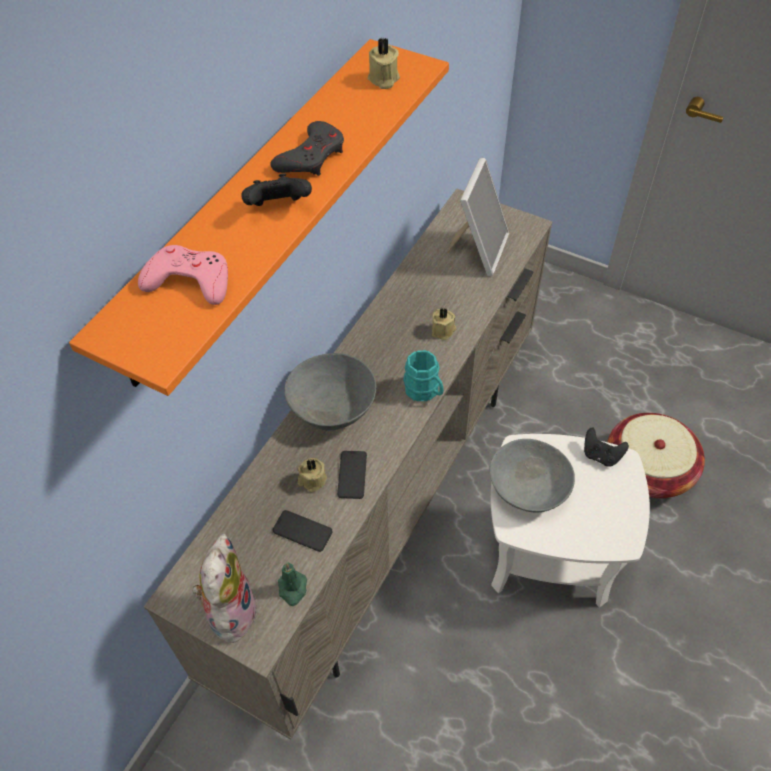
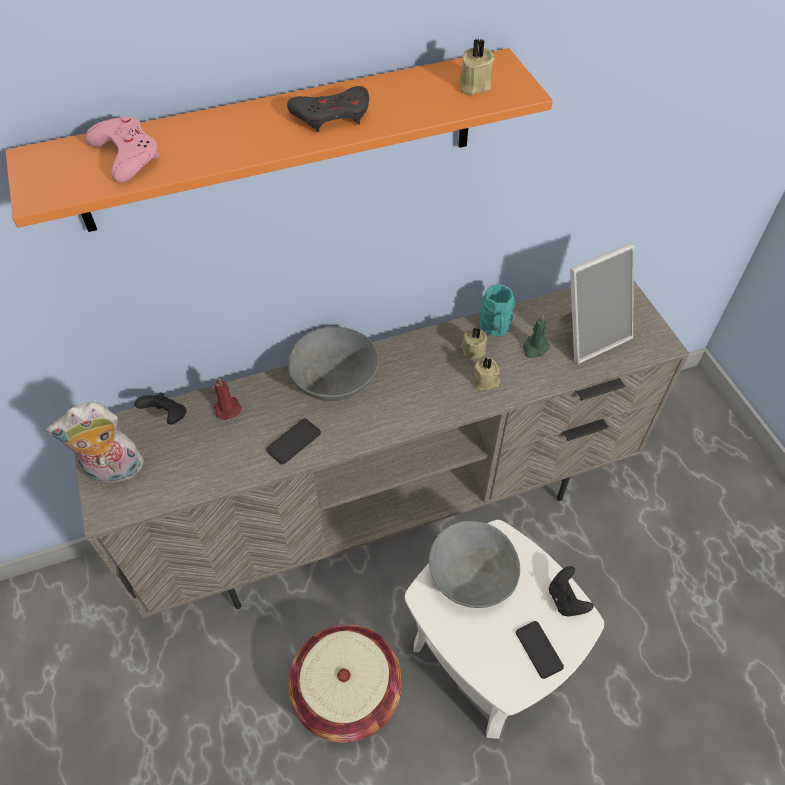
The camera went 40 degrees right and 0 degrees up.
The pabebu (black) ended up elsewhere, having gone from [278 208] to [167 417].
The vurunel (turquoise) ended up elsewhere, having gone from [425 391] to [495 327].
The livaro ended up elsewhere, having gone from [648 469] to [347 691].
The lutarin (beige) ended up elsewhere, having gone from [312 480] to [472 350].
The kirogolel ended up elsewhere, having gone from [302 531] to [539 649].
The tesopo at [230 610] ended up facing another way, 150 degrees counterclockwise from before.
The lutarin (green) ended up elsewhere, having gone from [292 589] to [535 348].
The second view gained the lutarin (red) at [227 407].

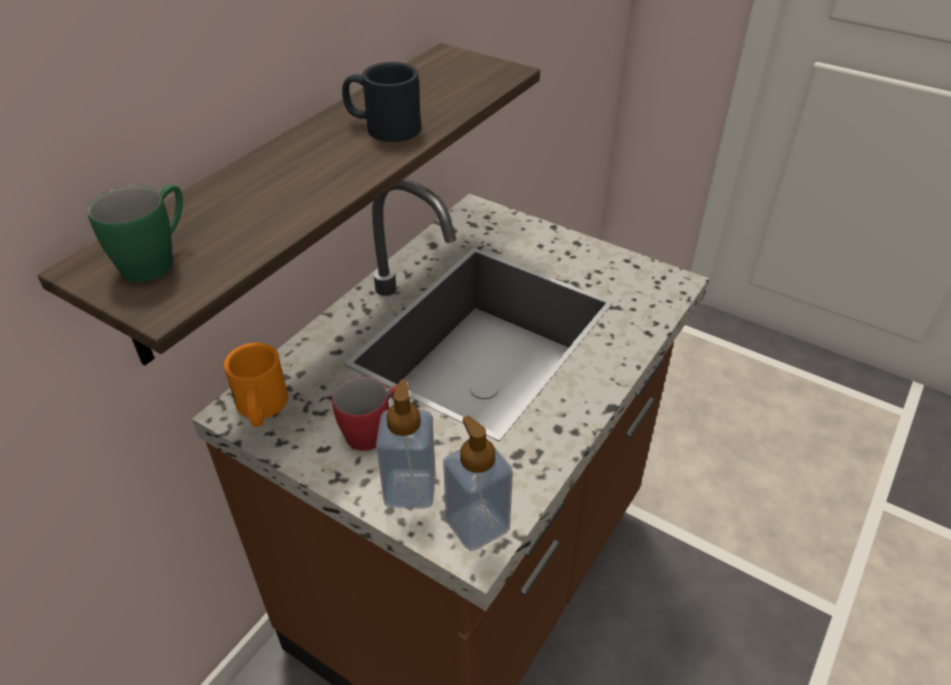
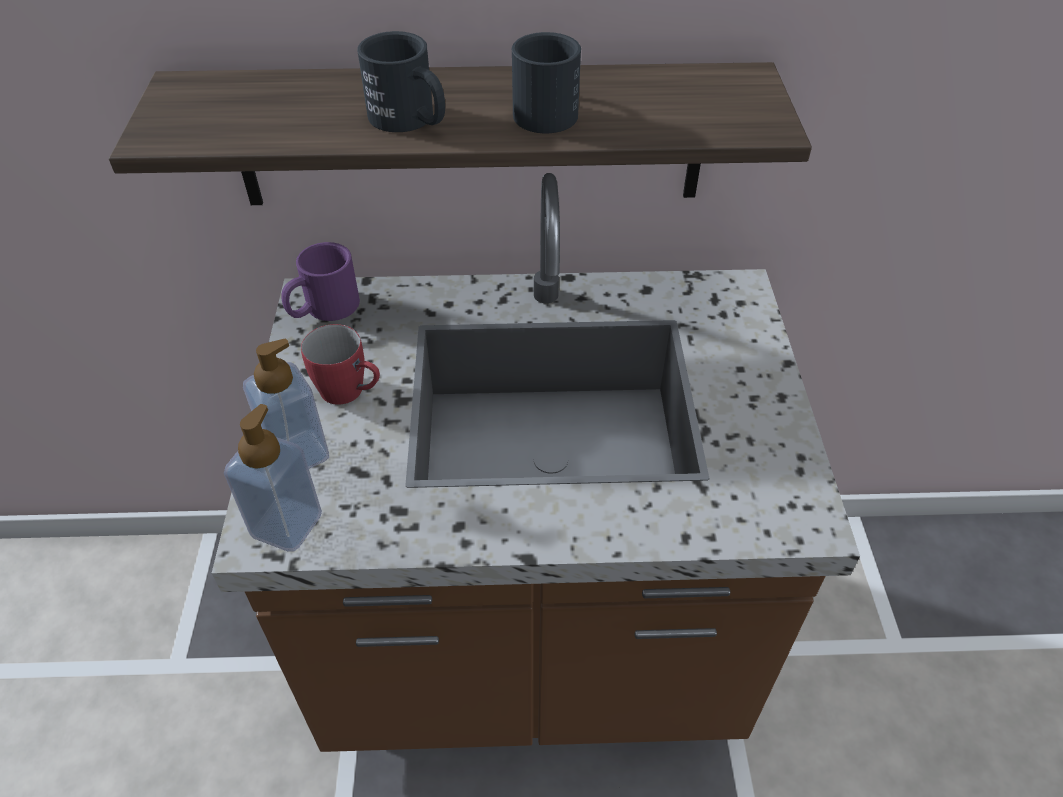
The camera went 55 degrees right and 5 degrees up.
The second view lost the vurunel (green) at [157 259].
What was the vurunel (orange) at [261 409] turned into the vurunel (purple) at [323 309].
The second view gained the vurunel (black) at [411 120].

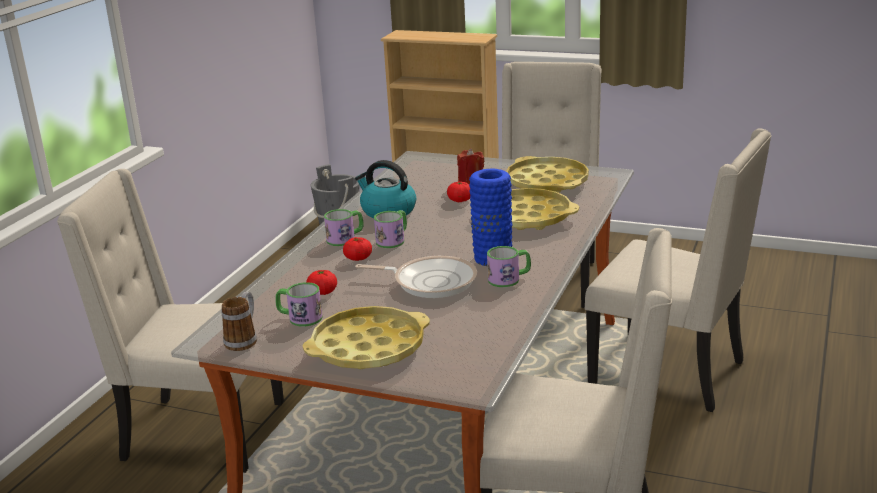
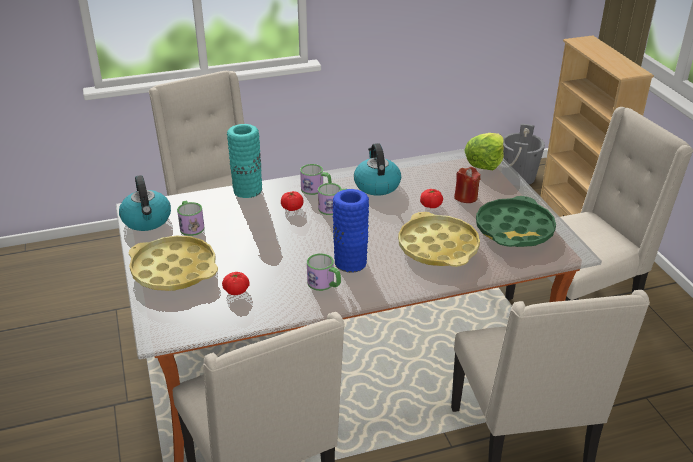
The camera went 50 degrees right and 10 degrees up.
What was the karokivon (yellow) at [547 182] turned into the karokivon (green) at [514 229].
The second view lost the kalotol at [430 282].
The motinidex ended up elsewhere, having gone from [322 292] to [236 291].
Where the vurunel stood at [244 340], the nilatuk came to stand at [147 220].
The second view gained the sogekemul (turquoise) at [247 190].
The second view gained the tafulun at [484 162].

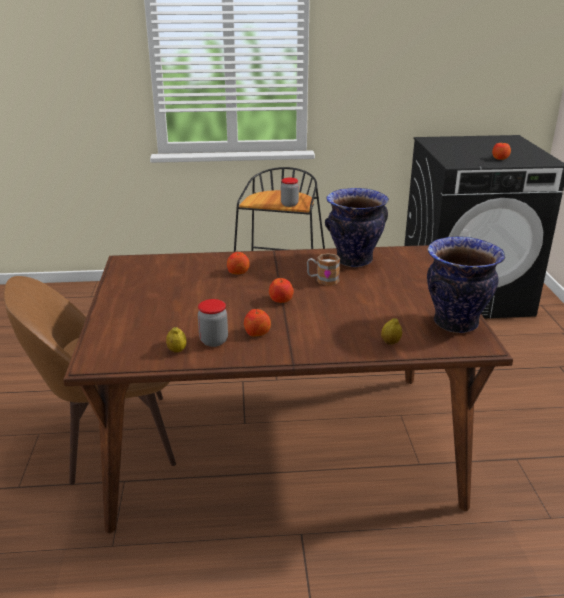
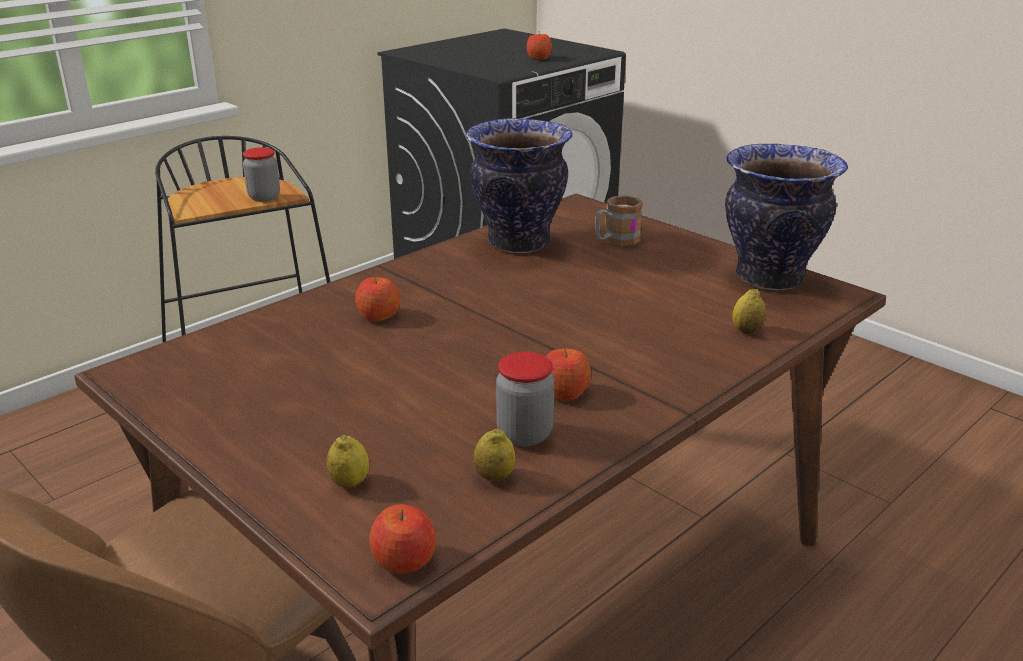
The camera went 40 degrees left and 0 degrees up.
The vurunel ended up elsewhere, having gone from [322 280] to [616 241].
The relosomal ended up elsewhere, having gone from [281 300] to [405 561].
The second view gained the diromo at [349 482].

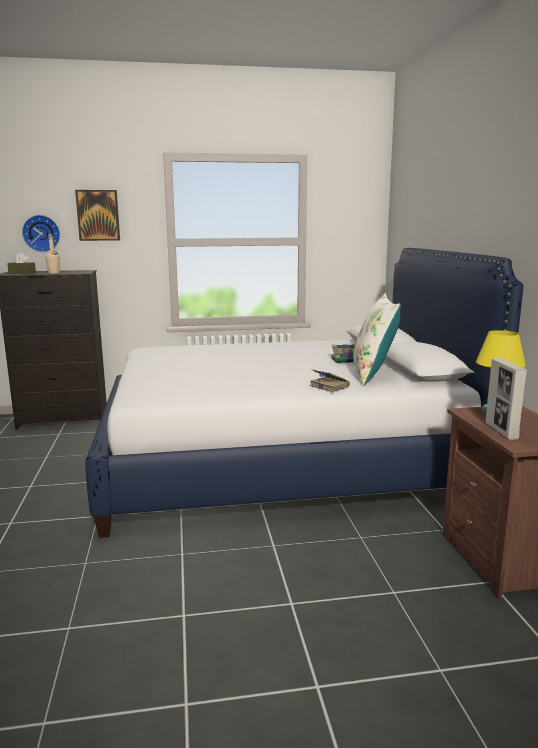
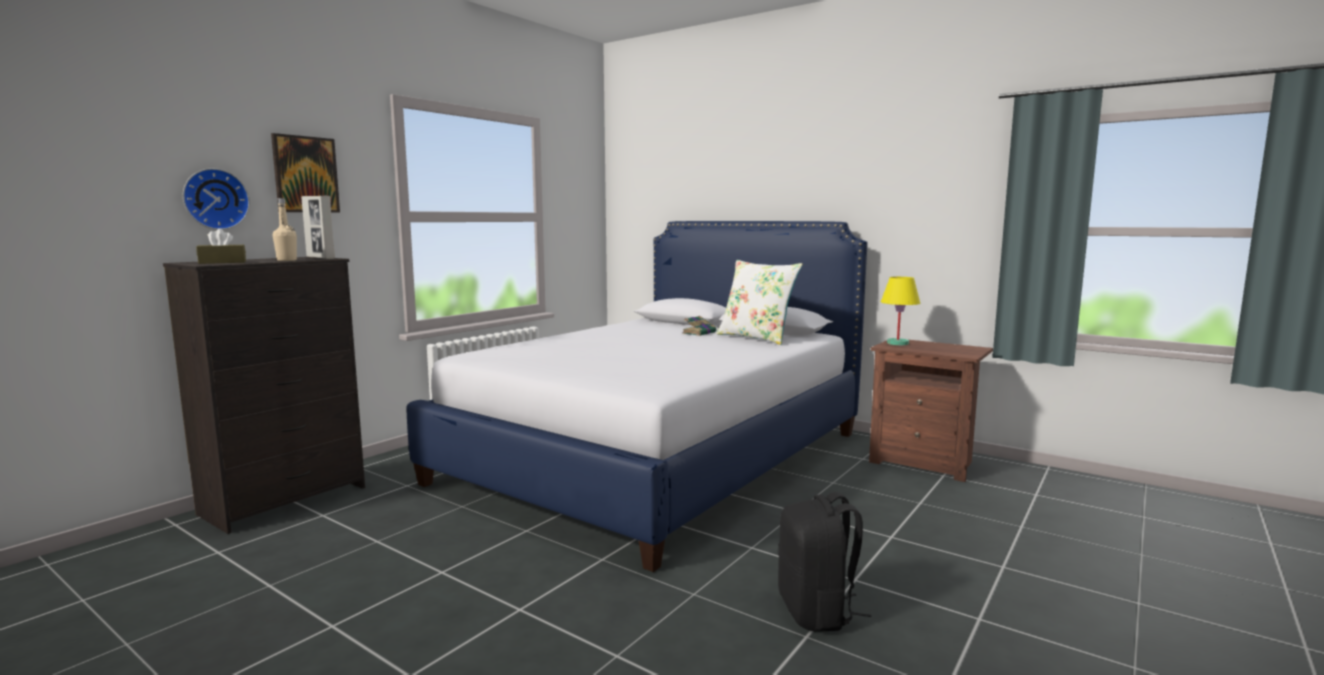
The camera went 45 degrees left and 5 degrees down.
The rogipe ended up elsewhere, having gone from [501 431] to [320 258].
The second view lost the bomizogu at [328 386].
The second view gained the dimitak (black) at [817 612].

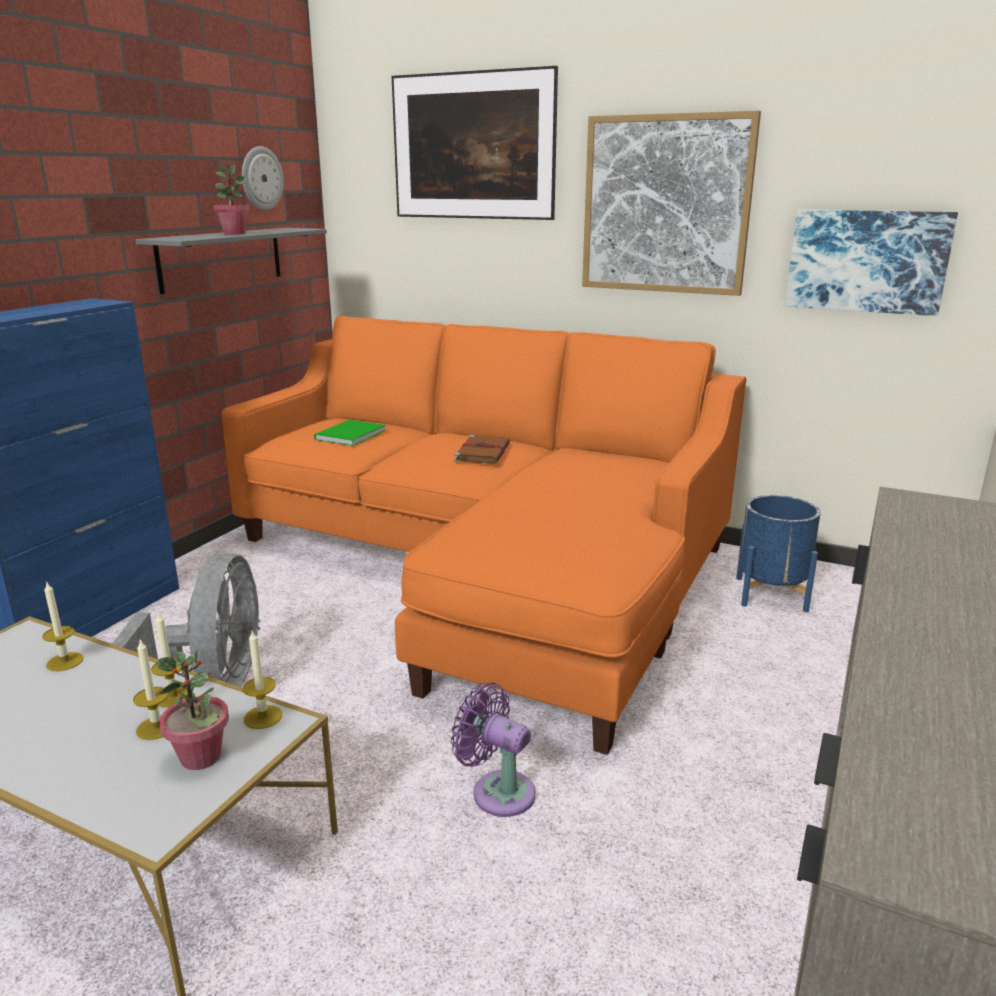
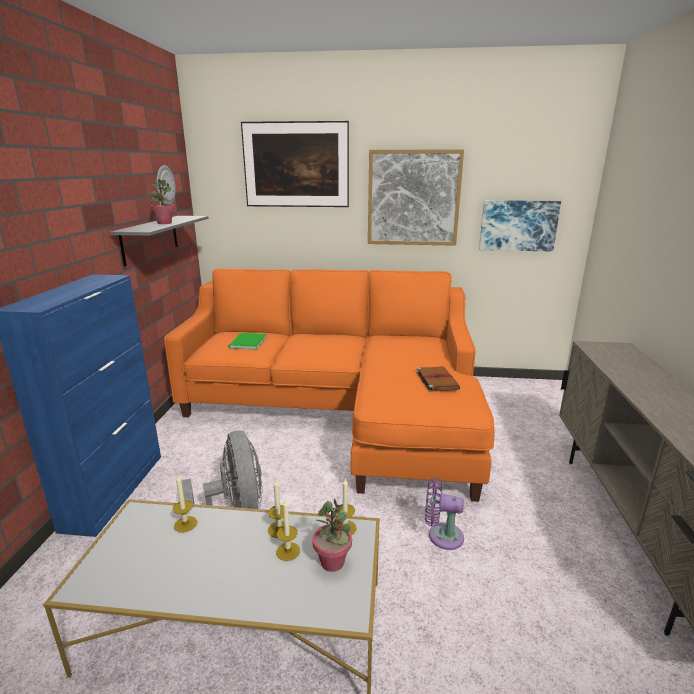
The camera went 20 degrees left and 0 degrees up.
The bomizogu (brown) ended up elsewhere, having gone from [483 452] to [436 380].
The second view lost the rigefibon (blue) at [771 594].

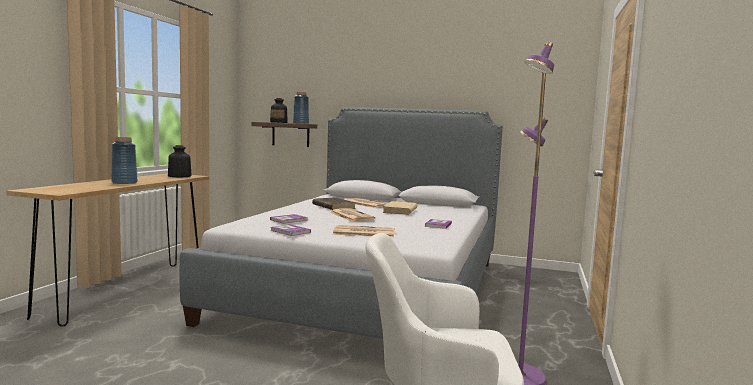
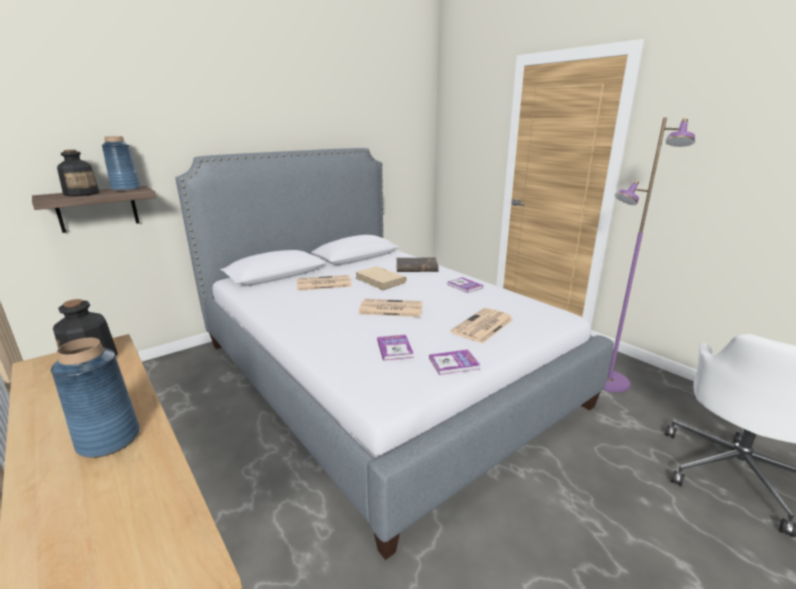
The camera went 55 degrees left and 15 degrees up.
The bomizogu (brown) ended up elsewhere, having gone from [333 206] to [416 268].

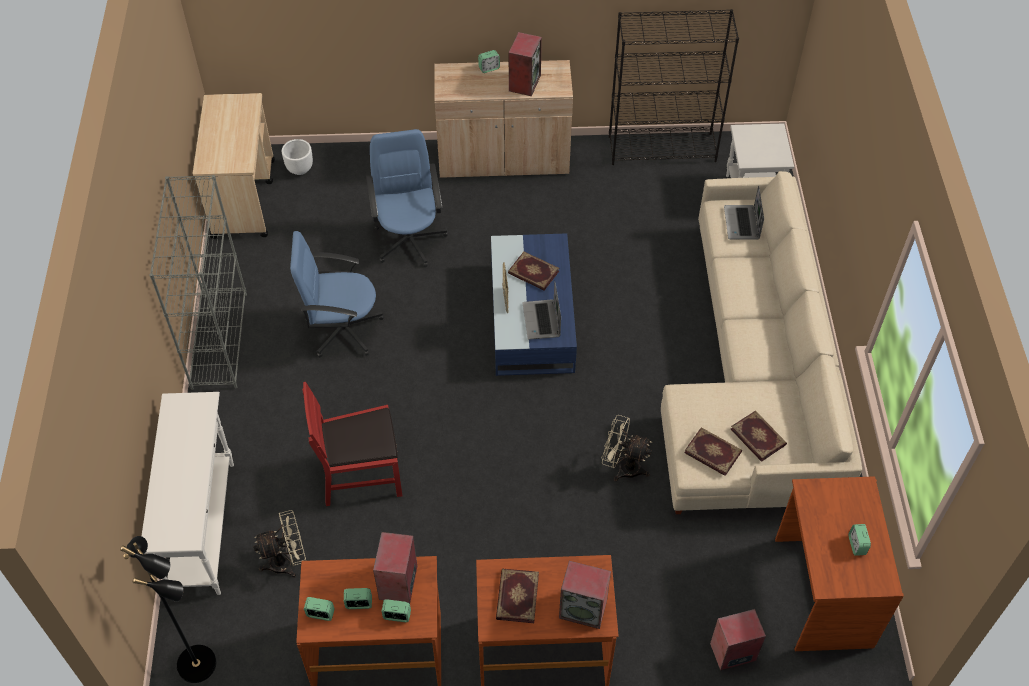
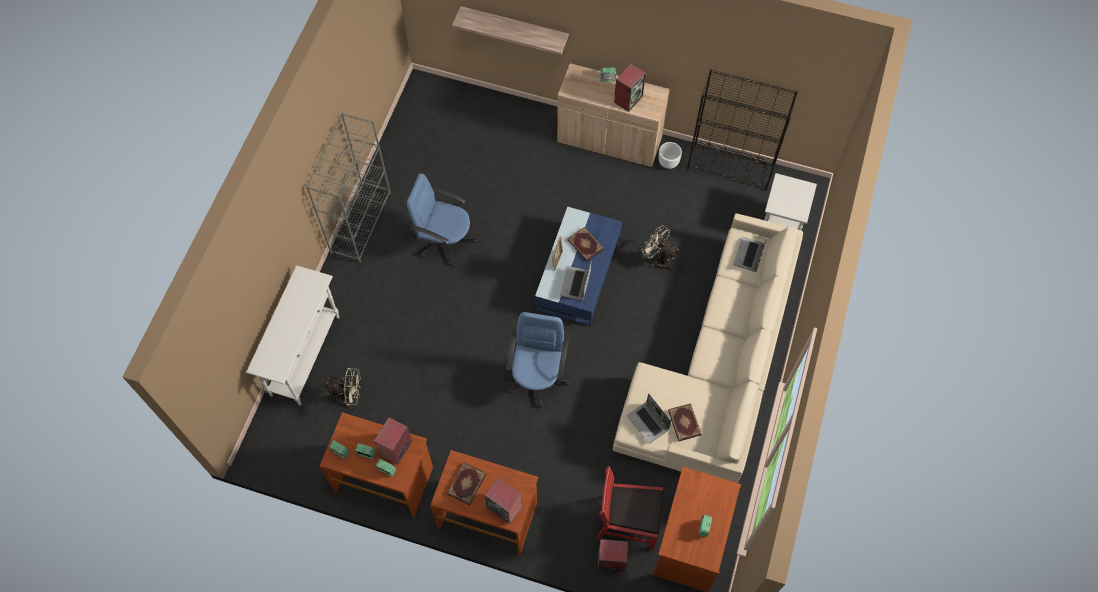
The camera went 20 degrees right and 10 degrees up.
The second view lost the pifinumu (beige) at [244 198].
The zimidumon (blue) ended up elsewhere, having gone from [409 239] to [538 378].
The rigefibon (white) ended up elsewhere, having gone from [300 169] to [668 163].
The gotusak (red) ended up elsewhere, having gone from [360 474] to [628 521].
The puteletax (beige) ended up elsewhere, having gone from [623 467] to [658 260].
Where the bomizogu stood at [713 452], the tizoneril came to stand at [648 423].
The second view lost the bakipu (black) at [198 663].
The second view gained the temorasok at [514 27].

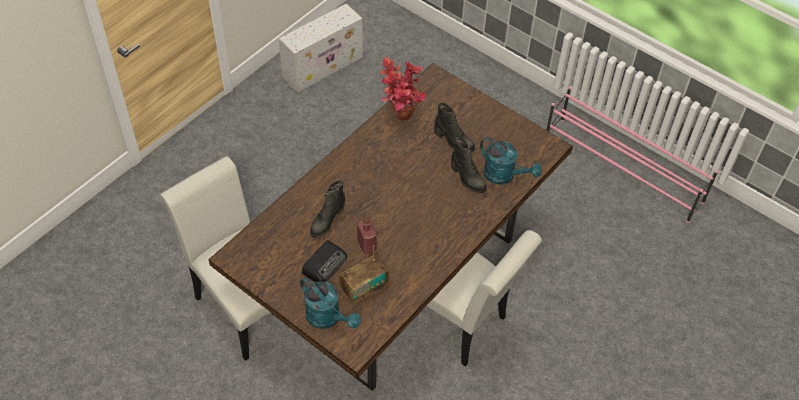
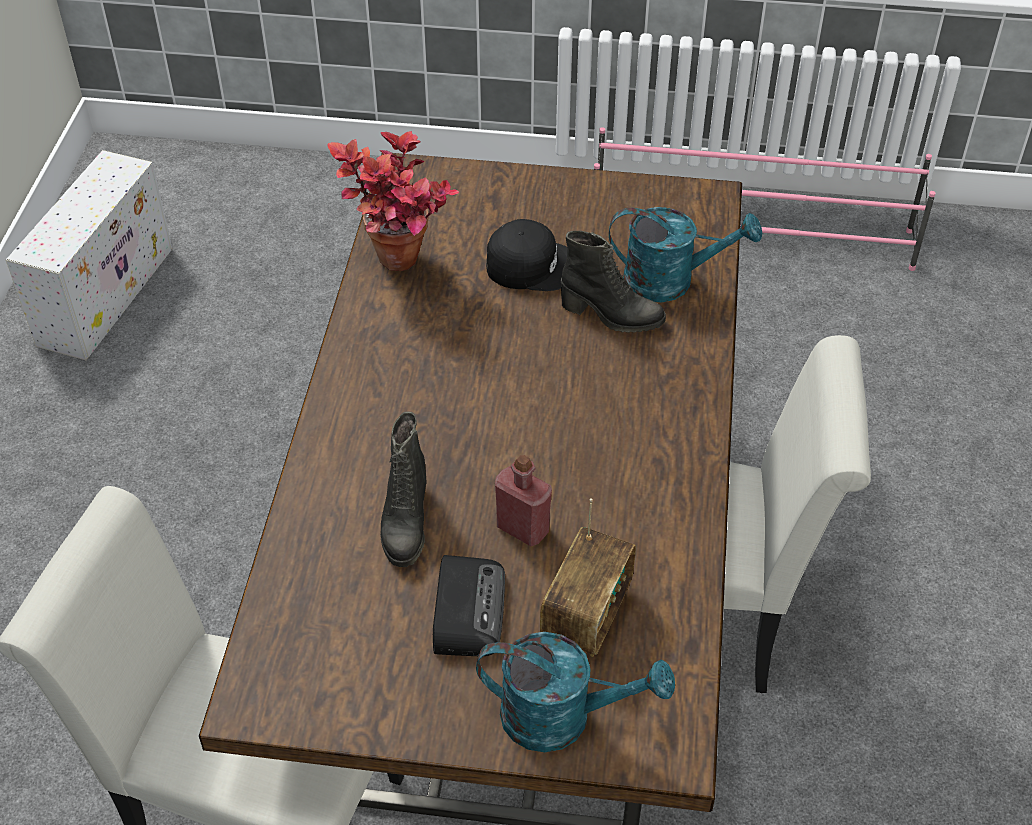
The camera went 30 degrees left and 5 degrees down.
Where the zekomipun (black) stood at [453 141], the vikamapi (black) came to stand at [532 264].

